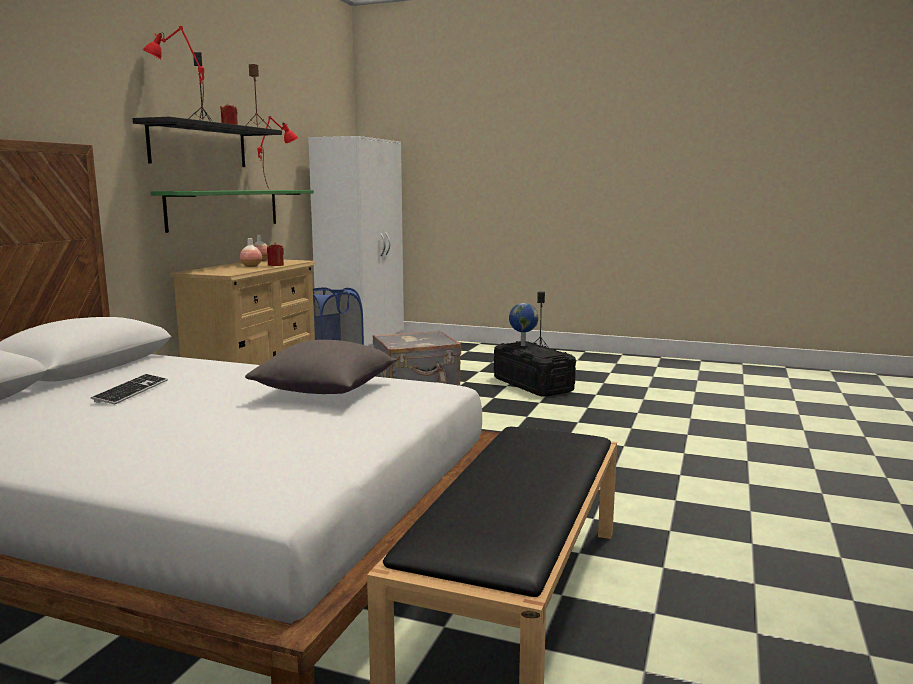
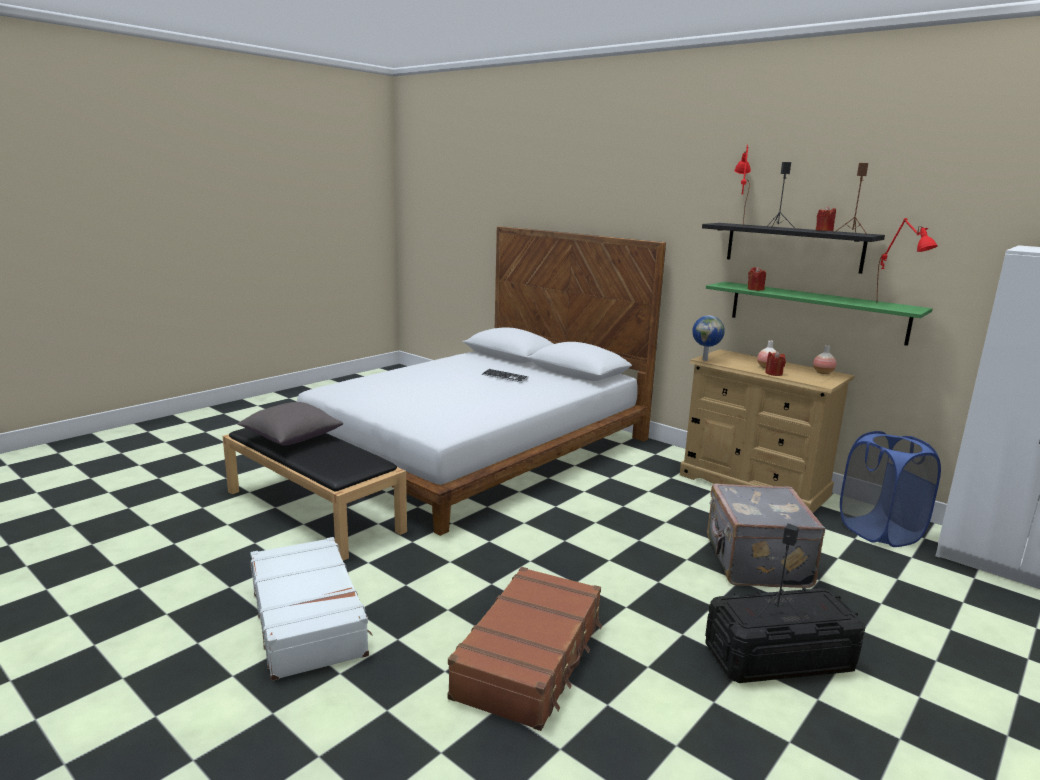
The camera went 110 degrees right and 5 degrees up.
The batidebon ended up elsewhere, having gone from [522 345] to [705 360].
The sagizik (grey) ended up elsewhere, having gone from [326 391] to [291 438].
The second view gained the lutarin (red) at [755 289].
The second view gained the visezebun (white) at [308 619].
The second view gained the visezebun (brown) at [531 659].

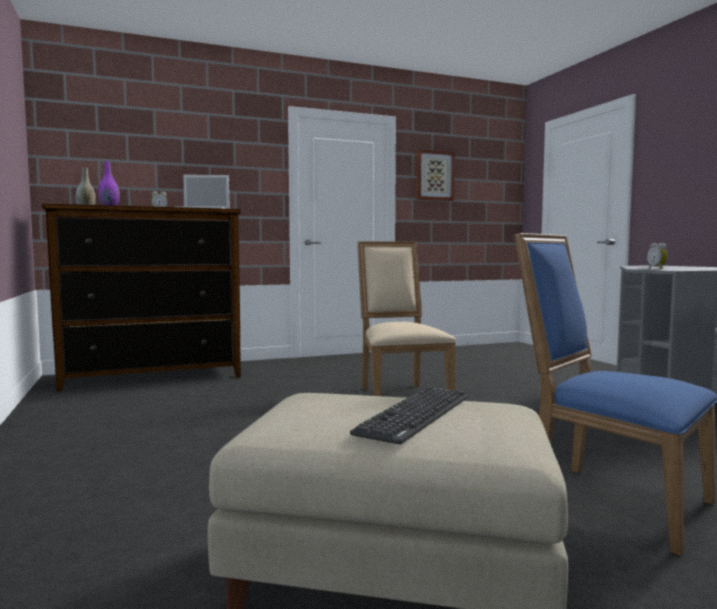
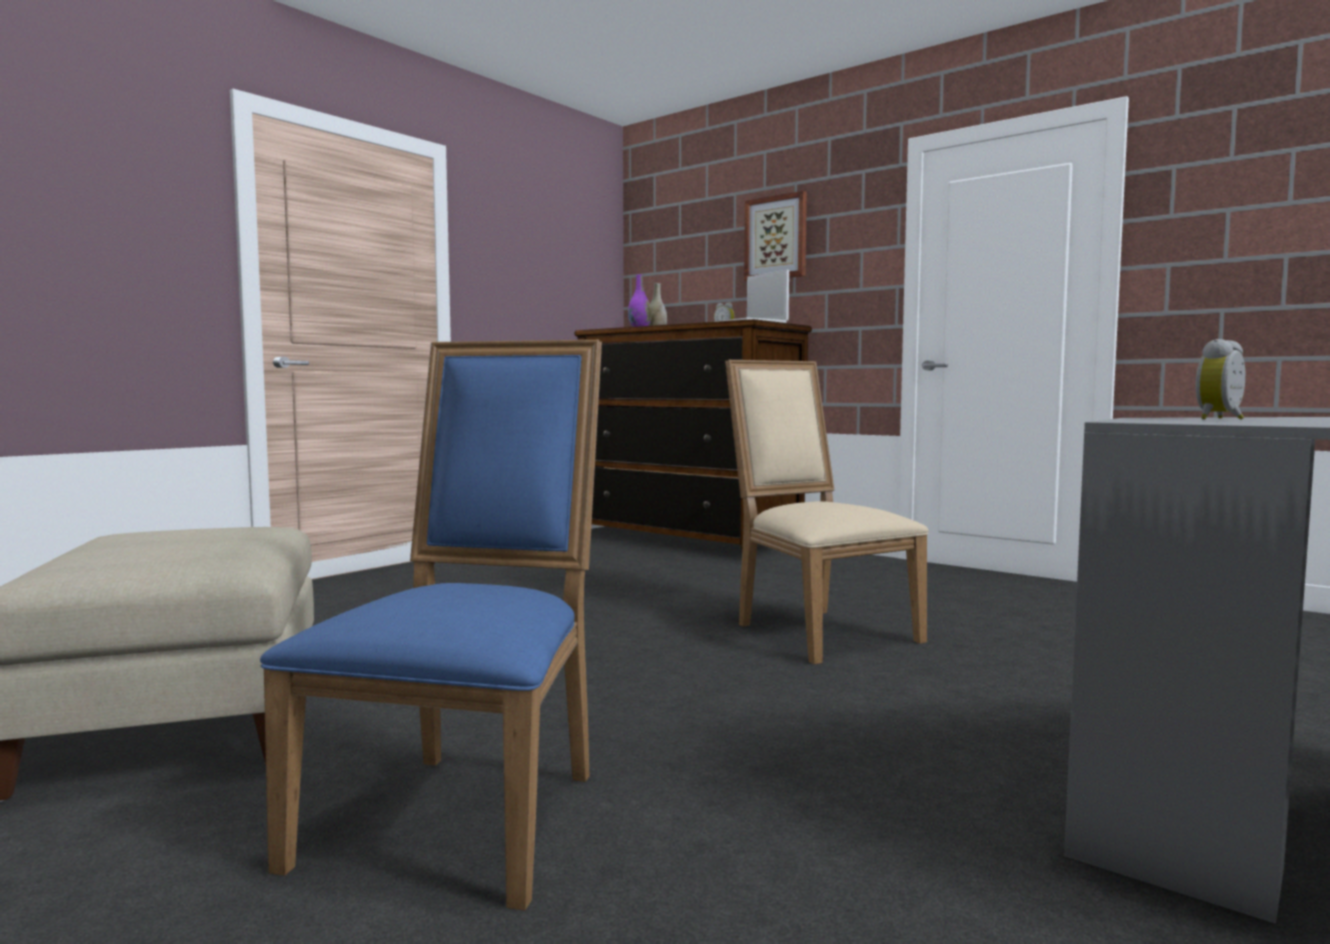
The camera went 60 degrees right and 0 degrees up.
The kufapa ended up elsewhere, having gone from [434 175] to [776 238].
The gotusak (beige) at [400 395] ended up facing another way, 75 degrees counterclockwise from before.
The second view lost the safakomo at [415 415].

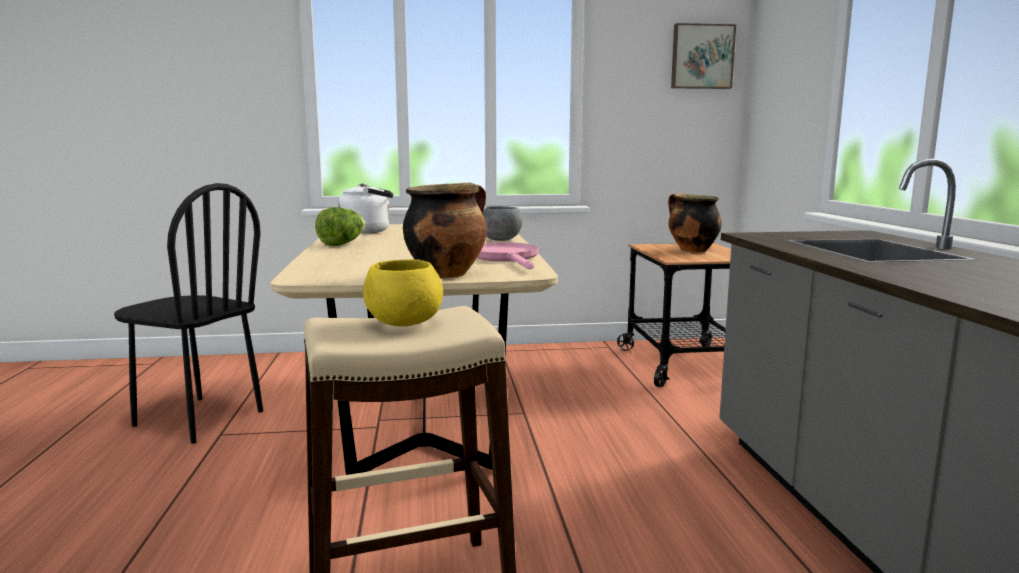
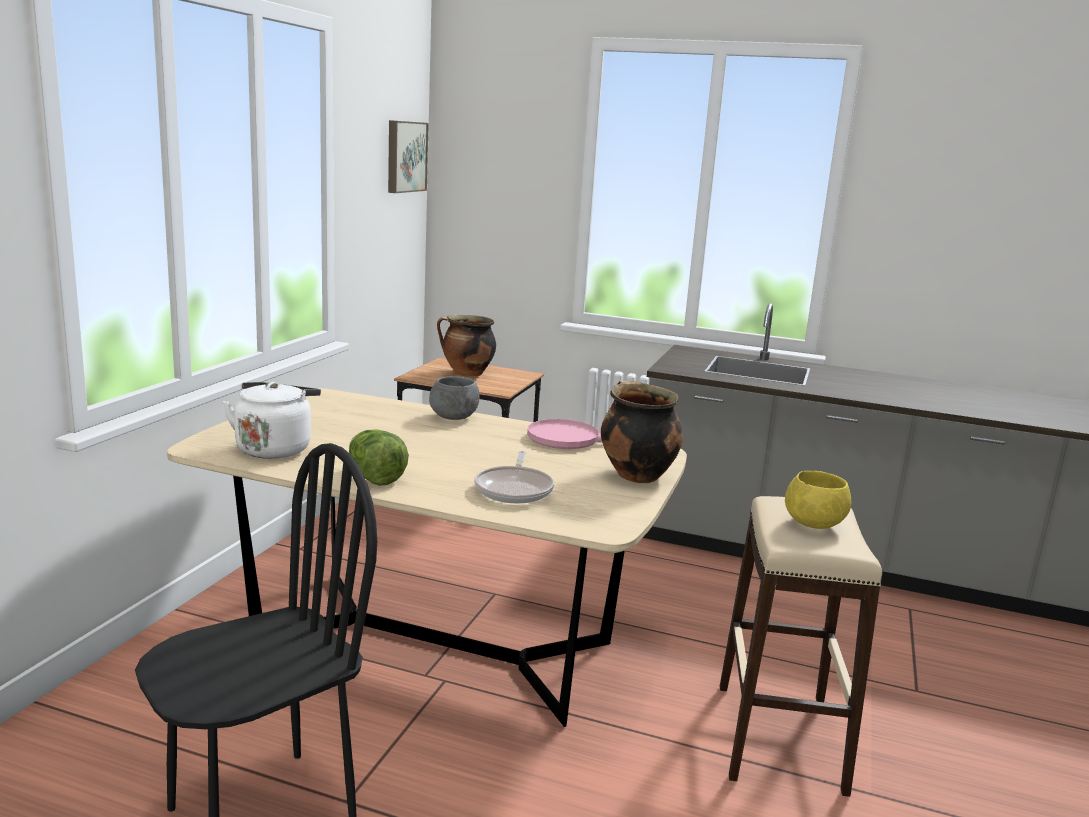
The camera went 65 degrees left and 5 degrees up.
The second view gained the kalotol at [514 489].

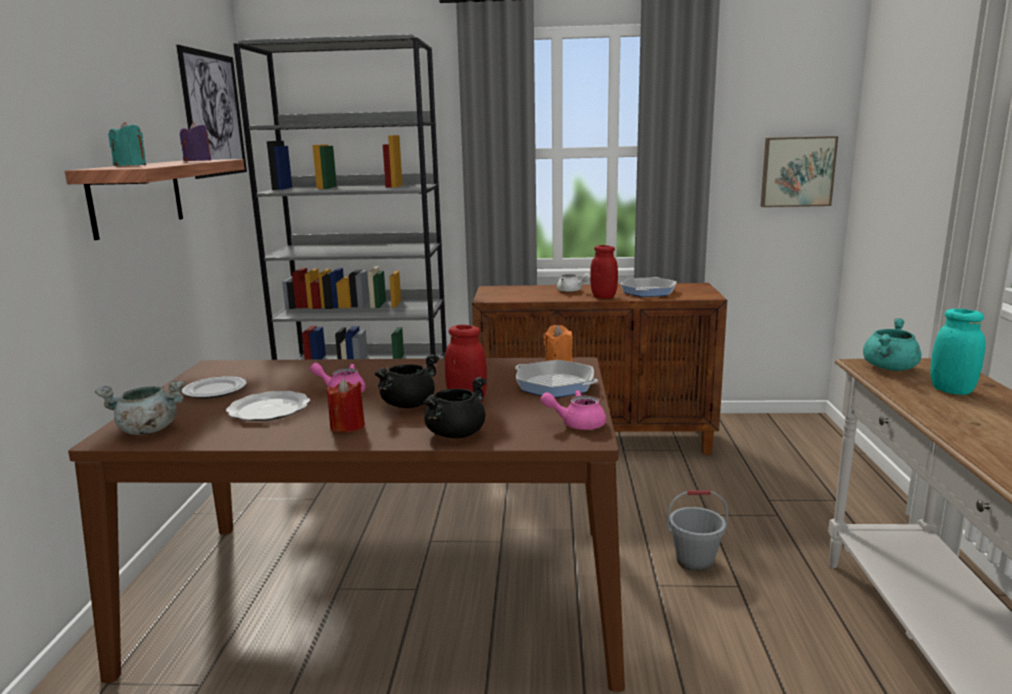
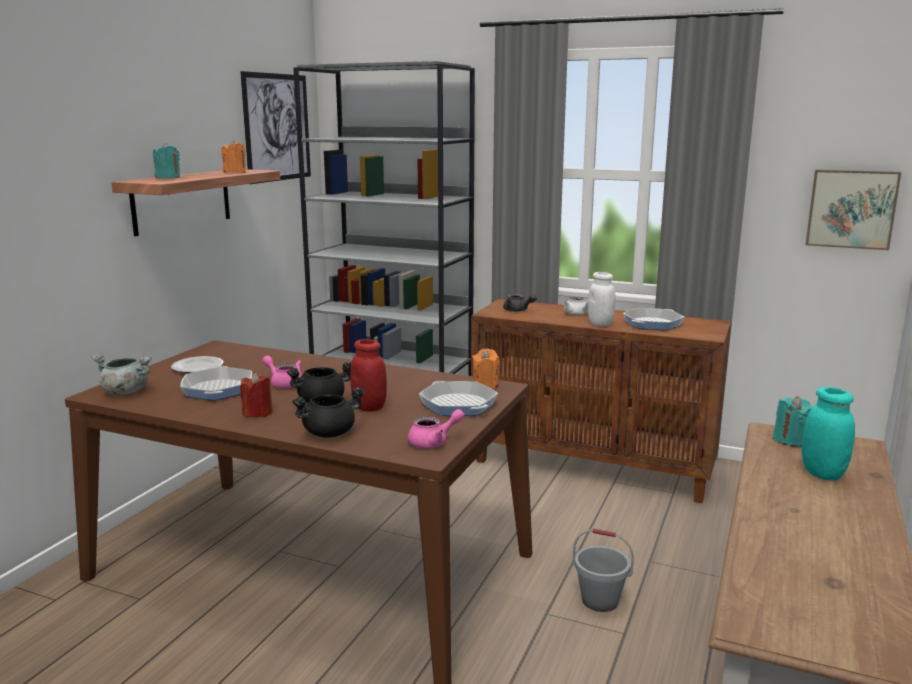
The camera went 20 degrees right and 0 degrees up.
What was the lutarin (purple) at [198 161] turned into the lutarin (orange) at [235 172].
What was the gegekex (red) at [603 297] turned into the gegekex (white) at [600 324].
Where the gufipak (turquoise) stood at [890 368], the lutarin (turquoise) came to stand at [790 440].
The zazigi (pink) at [577 424] ended up facing another way, 135 degrees clockwise from before.
Where the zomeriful stood at [268 409], the kalotol came to stand at [218 389].
The second view gained the zazigi (grey) at [518 310].

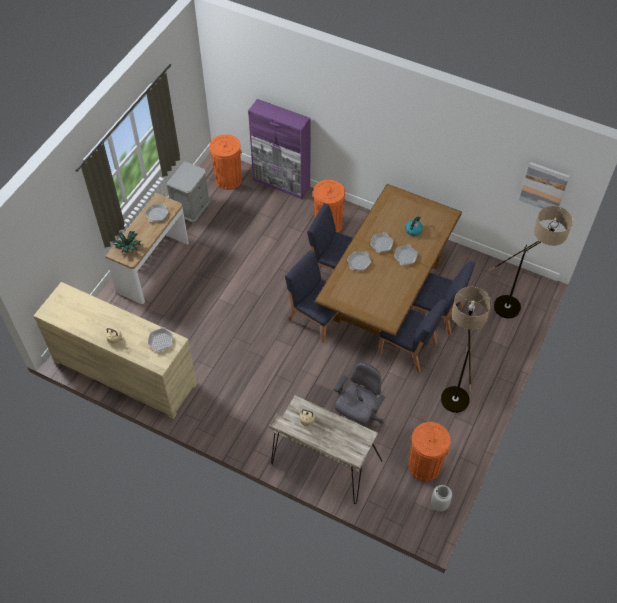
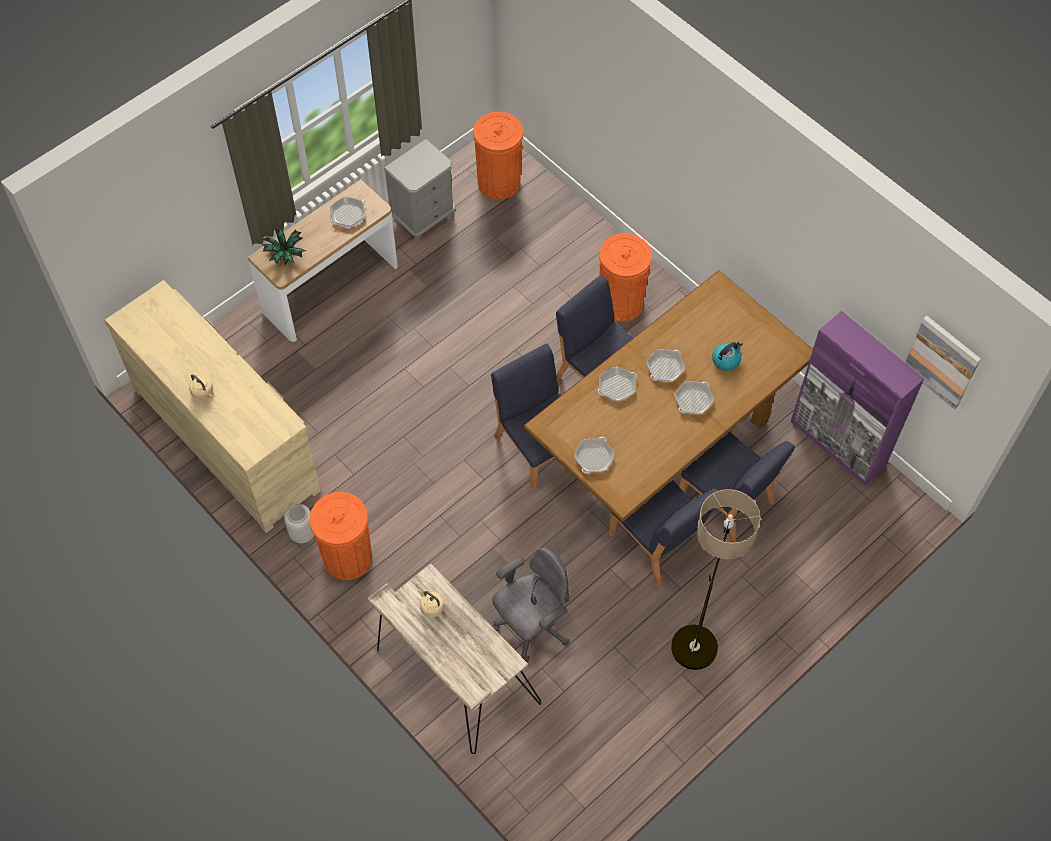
The camera went 20 degrees right and 5 degrees up.
The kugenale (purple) ended up elsewhere, having gone from [281 184] to [837 444].
The second view lost the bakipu at [517 305].
The kalotol ended up elsewhere, having gone from [161 341] to [594 457].
The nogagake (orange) ended up elsewhere, having gone from [424 466] to [347 557].
The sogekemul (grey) ended up elsewhere, having gone from [439 504] to [302 534].

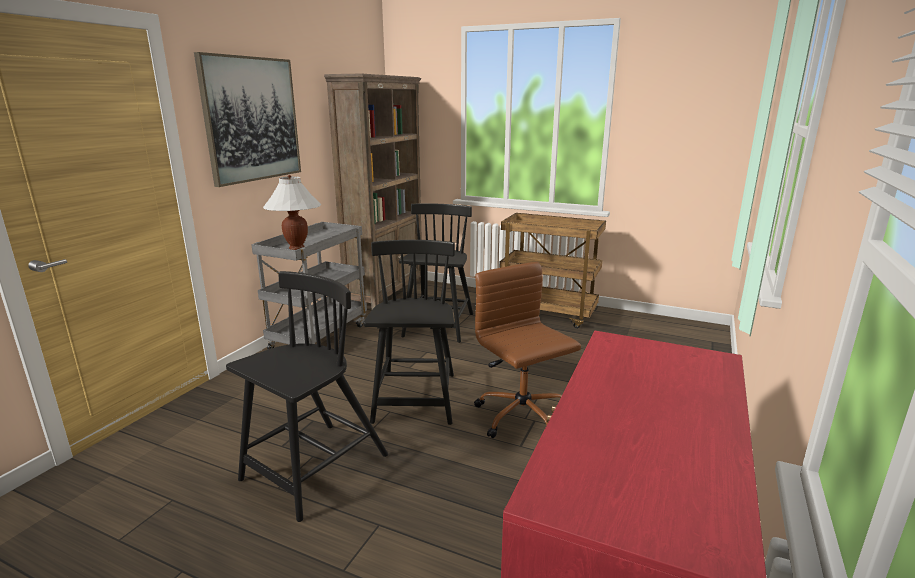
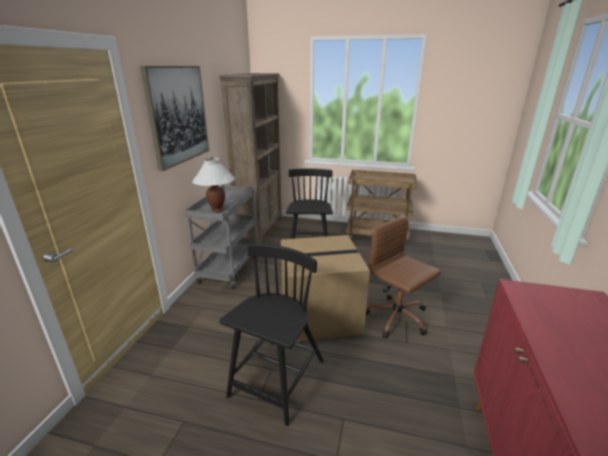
The camera went 10 degrees left and 5 degrees up.
Where the gotusak (black) stood at [415 399], the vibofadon came to stand at [321 313].

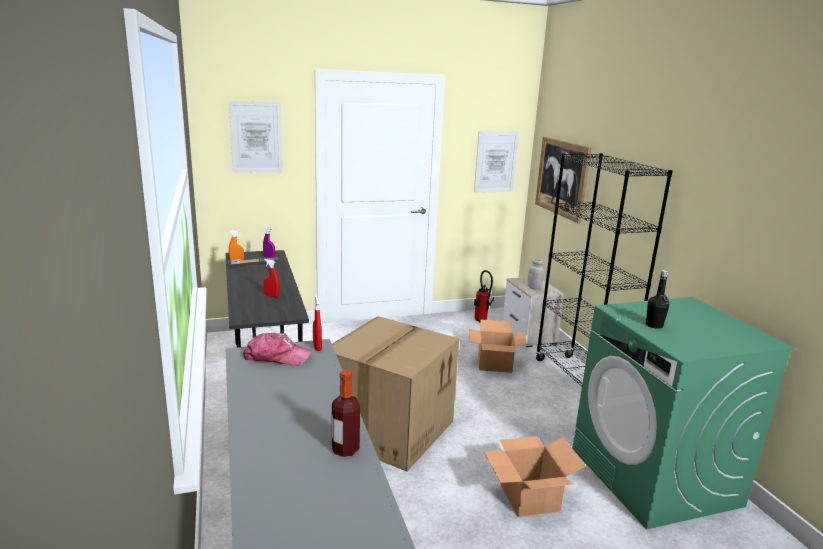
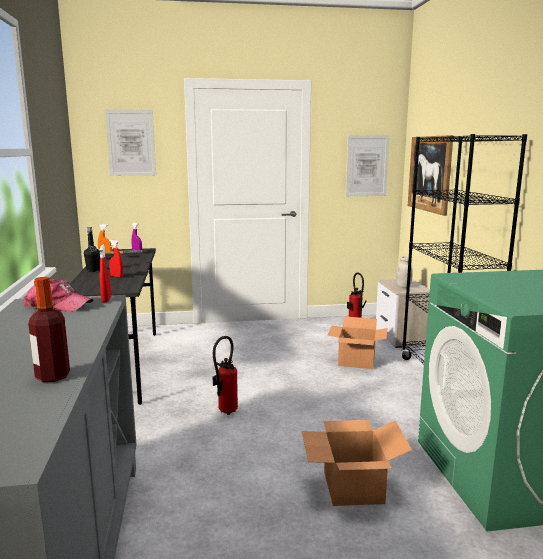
The camera went 10 degrees right and 5 degrees down.
The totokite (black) ended up elsewhere, having gone from [654 325] to [93 270].
Where the vibofadon stood at [389 428], the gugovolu came to stand at [225 412].

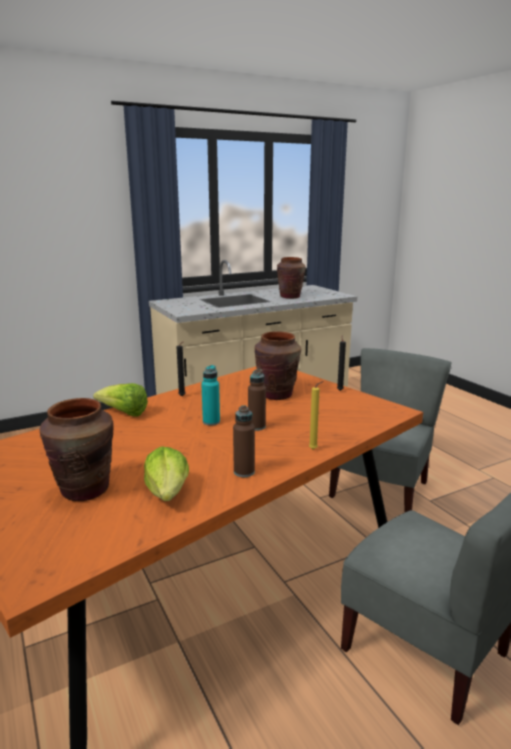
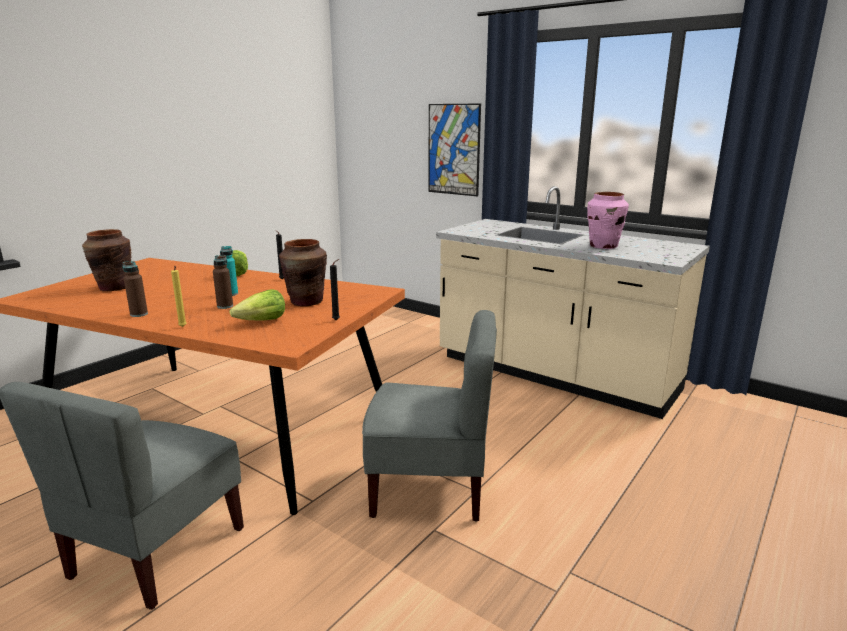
The camera went 65 degrees right and 0 degrees up.
What was the sogekemul (brown) at [290 297] turned into the sogekemul (pink) at [603 246].
The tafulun ended up elsewhere, having gone from [168 492] to [262 321].
The second view gained the kufapa at [453 149].

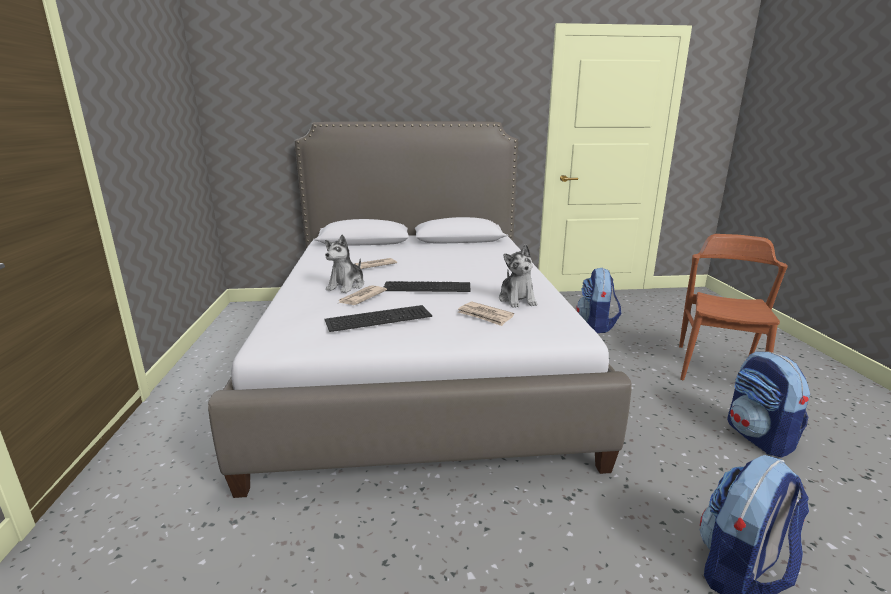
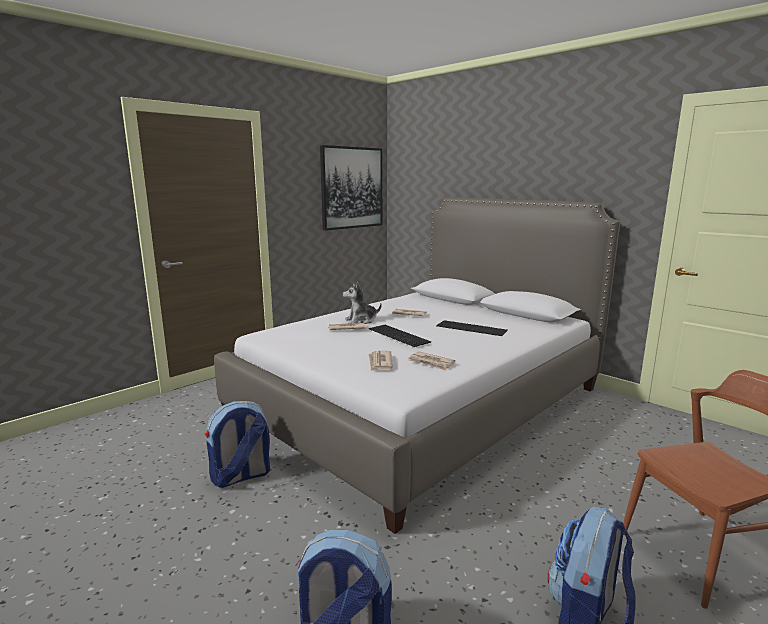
The camera went 50 degrees right and 5 degrees down.
Where the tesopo stood at [517 300], the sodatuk came to stand at [431 363].
The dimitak ended up elsewhere, having gone from [596 326] to [241 476].
The safakomo ended up elsewhere, having gone from [379 317] to [472 328].
The second view gained the kufapa at [352 188].

